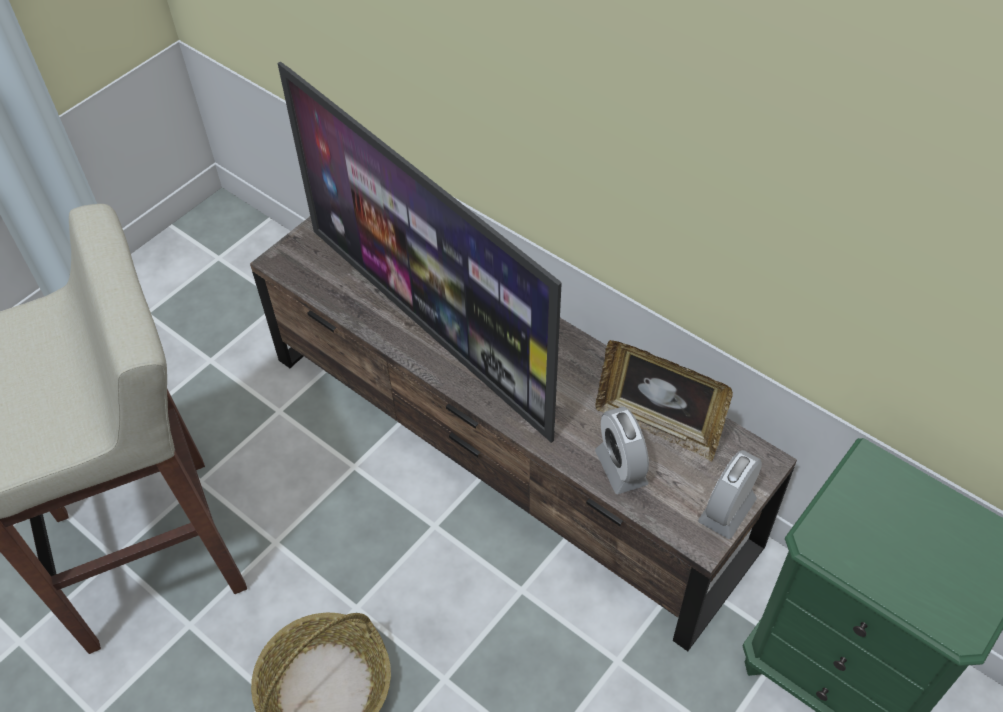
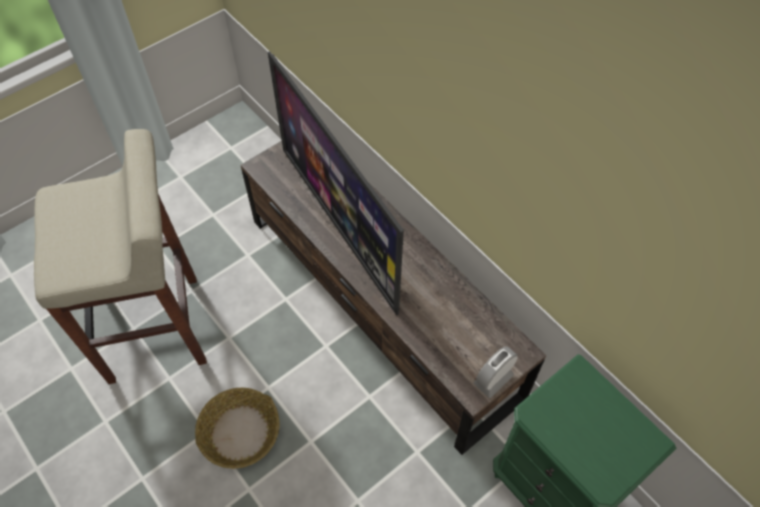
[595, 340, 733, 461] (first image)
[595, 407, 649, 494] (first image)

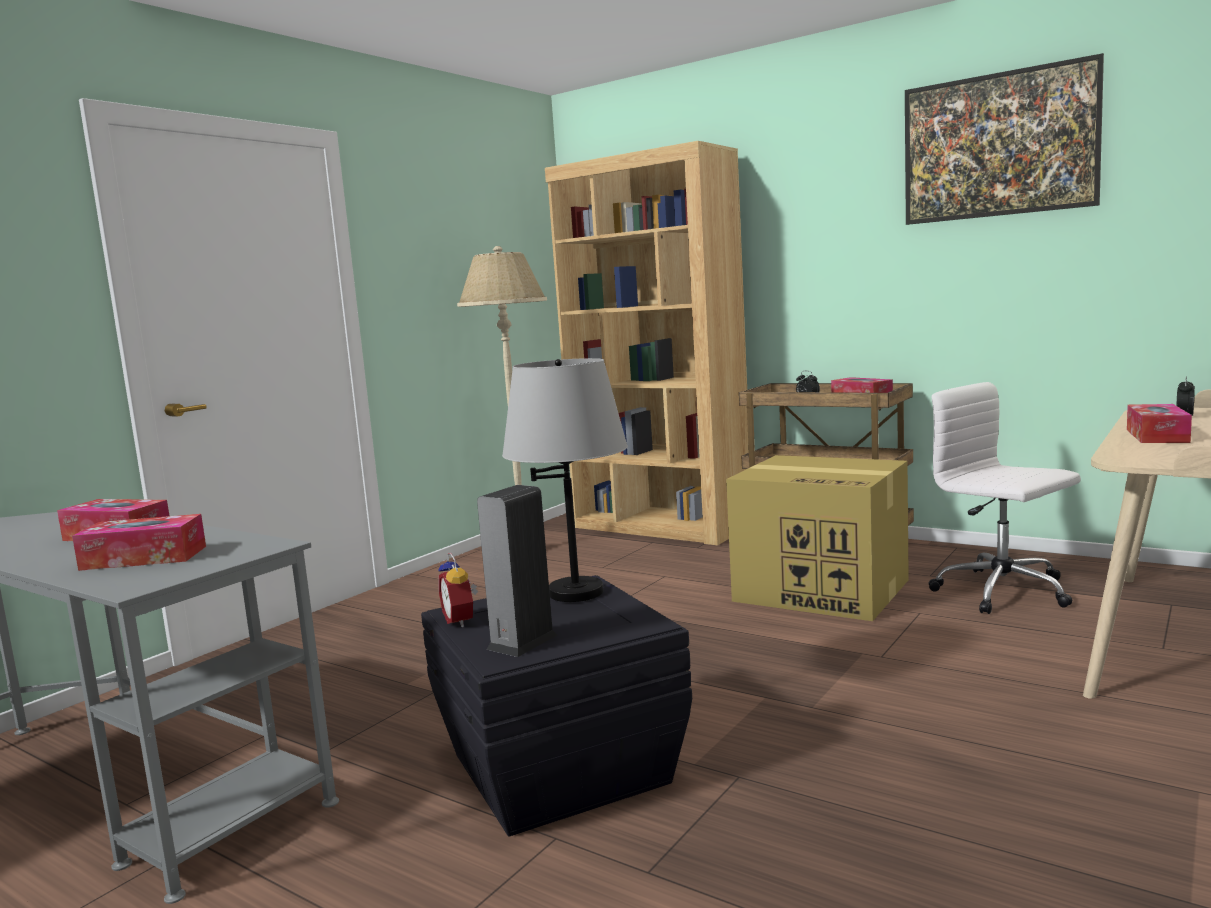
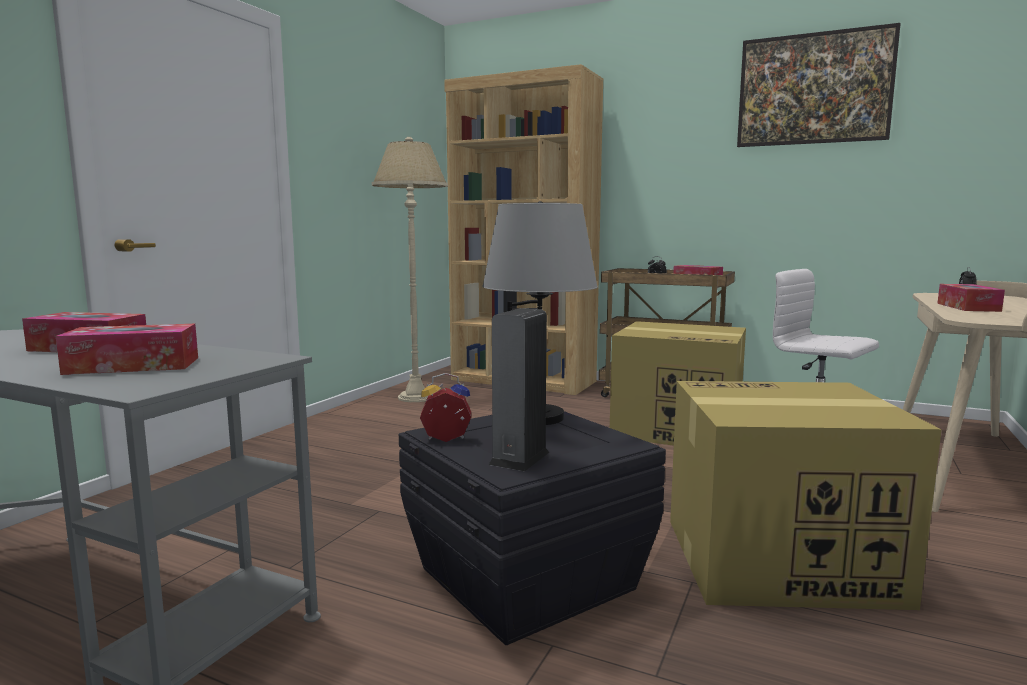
[420, 373, 471, 442]
[670, 381, 942, 610]

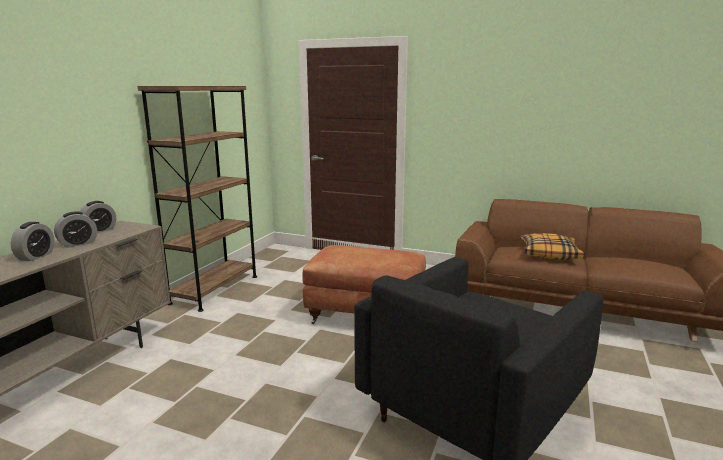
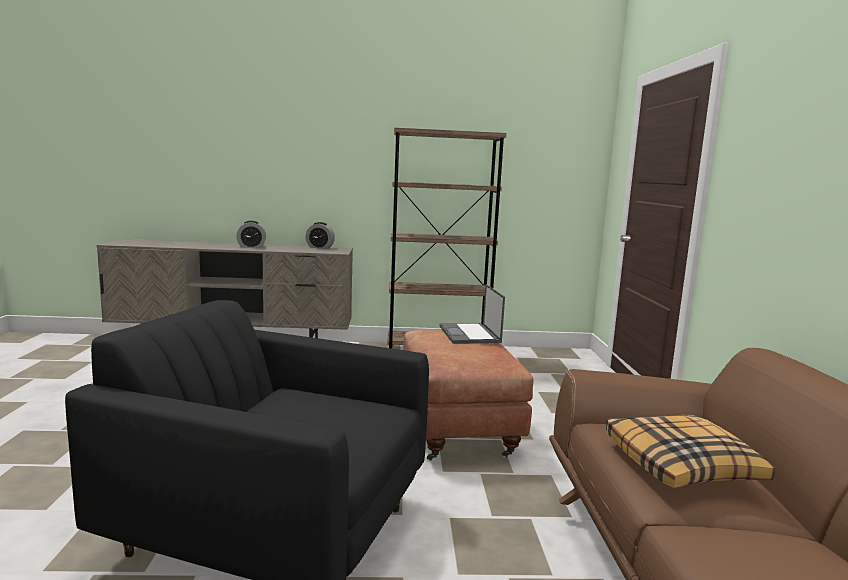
[54, 211, 97, 248] (first image)
[439, 284, 505, 344]

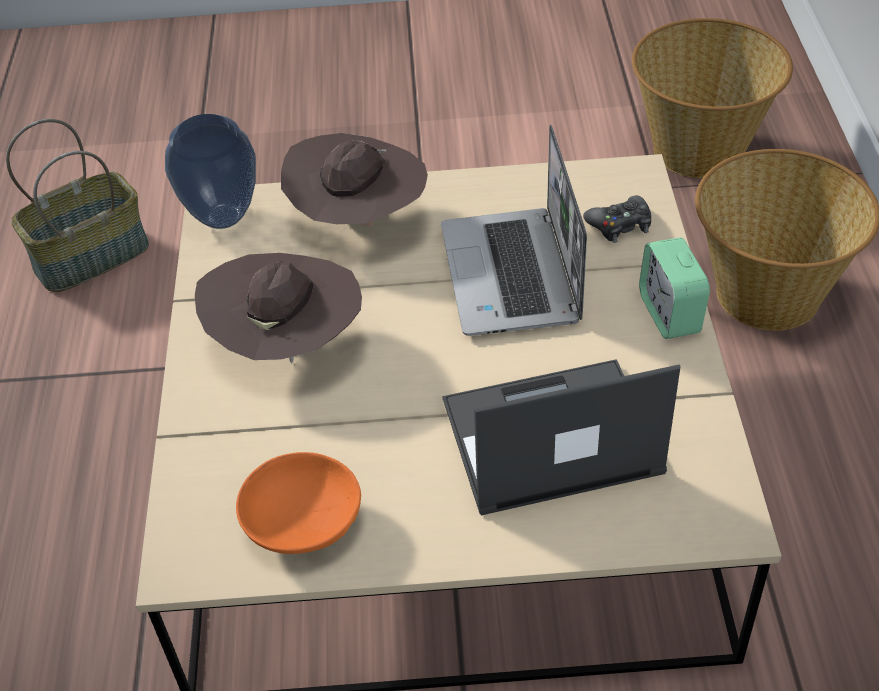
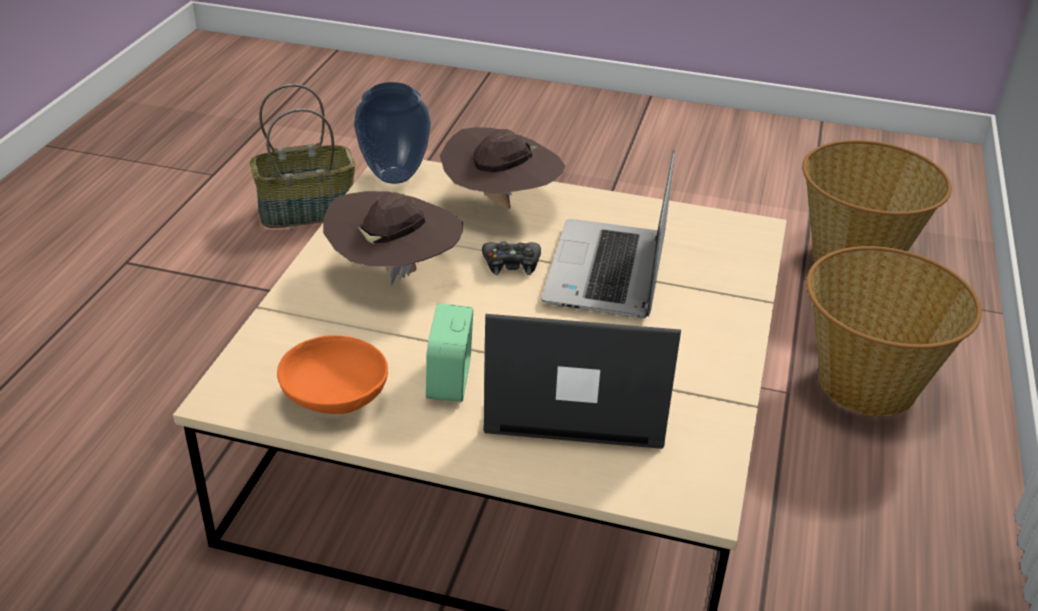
[482, 241, 541, 275]
[426, 304, 473, 402]

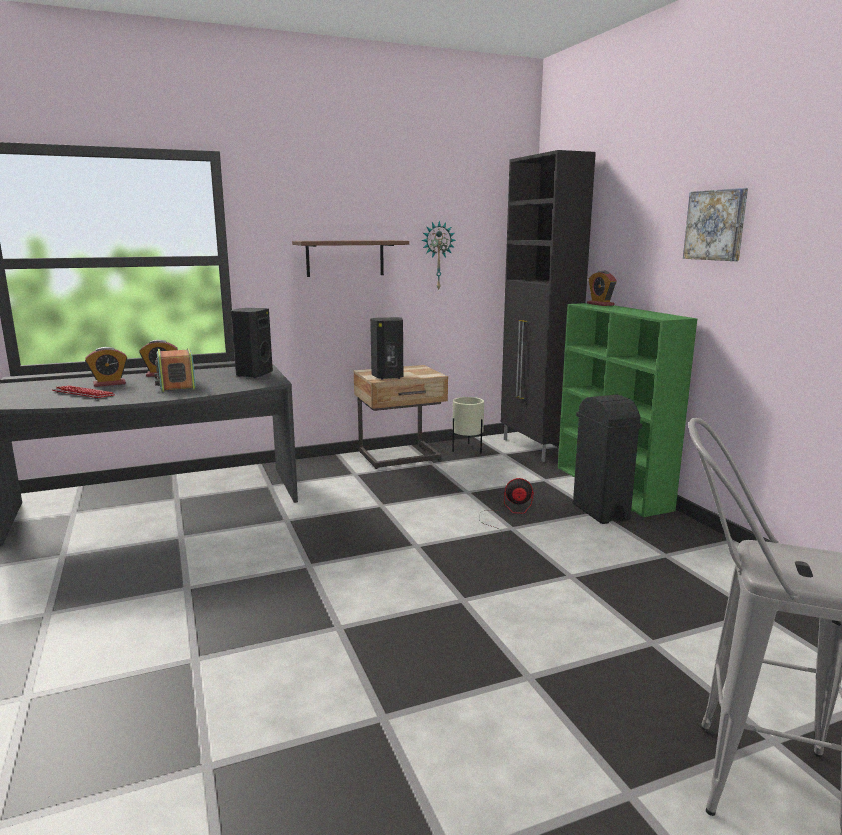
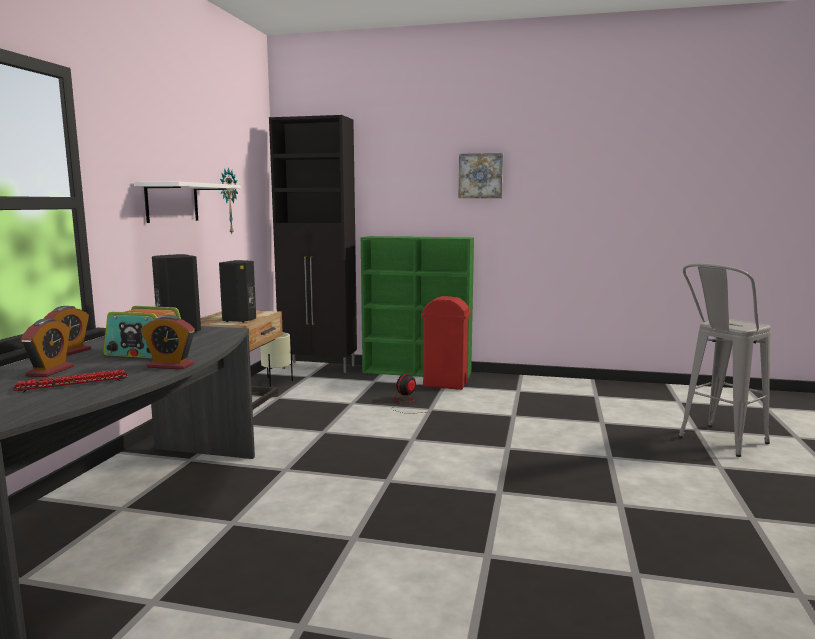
[134, 182, 241, 223]
[421, 296, 471, 390]
[141, 315, 195, 369]

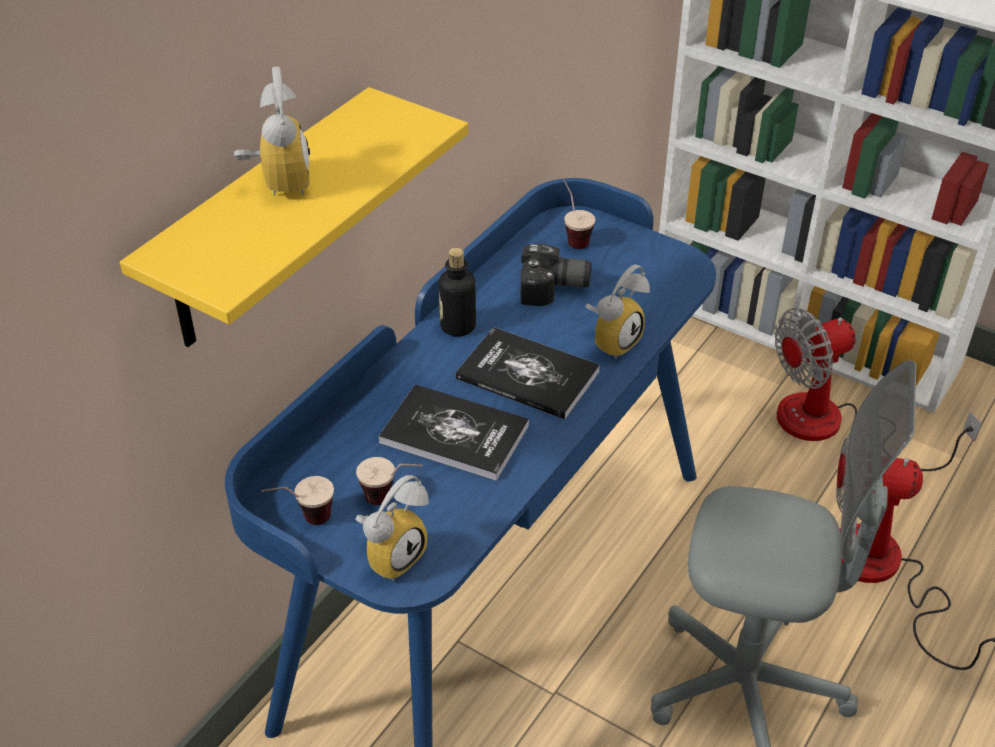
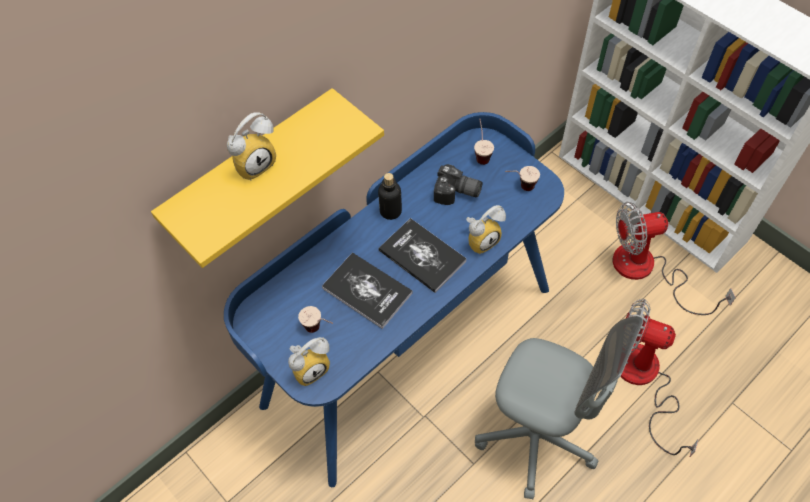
[227, 112, 276, 181]
[505, 166, 540, 191]

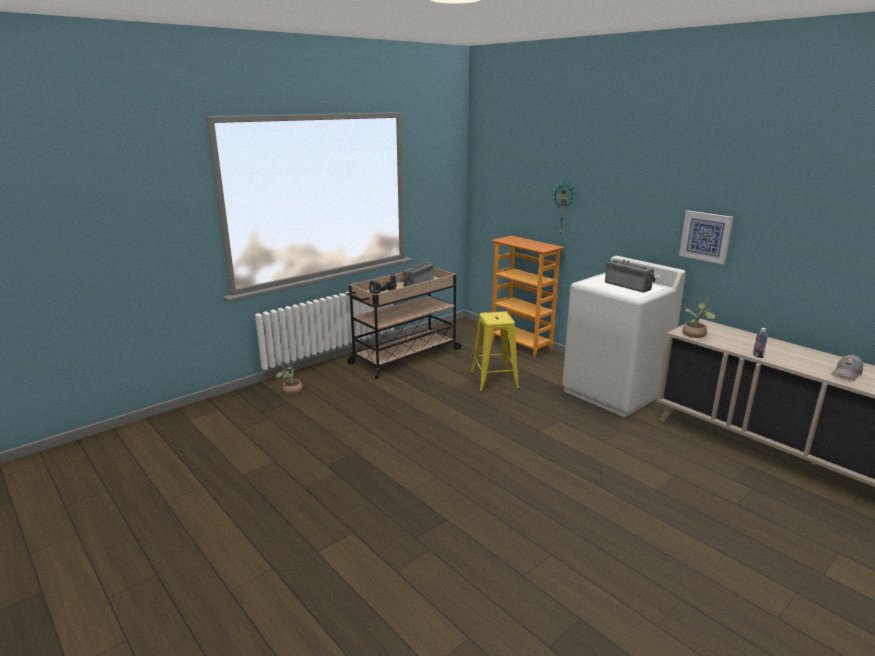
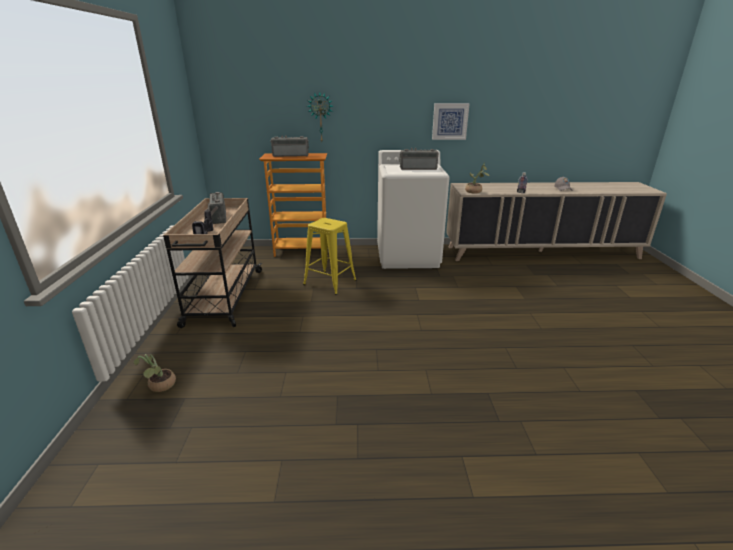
[271, 135, 309, 157]

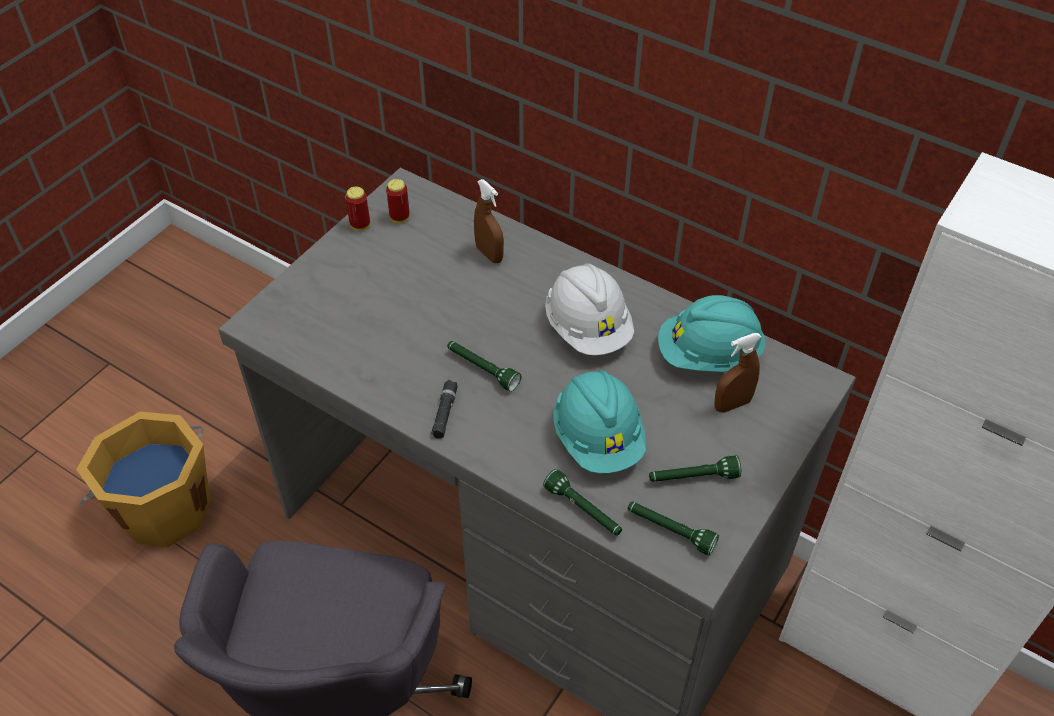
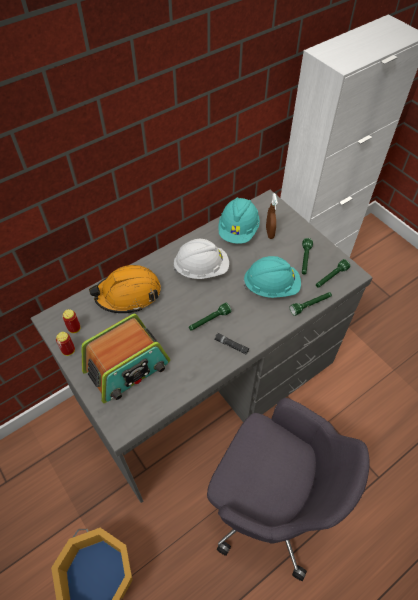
[89, 265, 161, 313]
[81, 314, 170, 403]

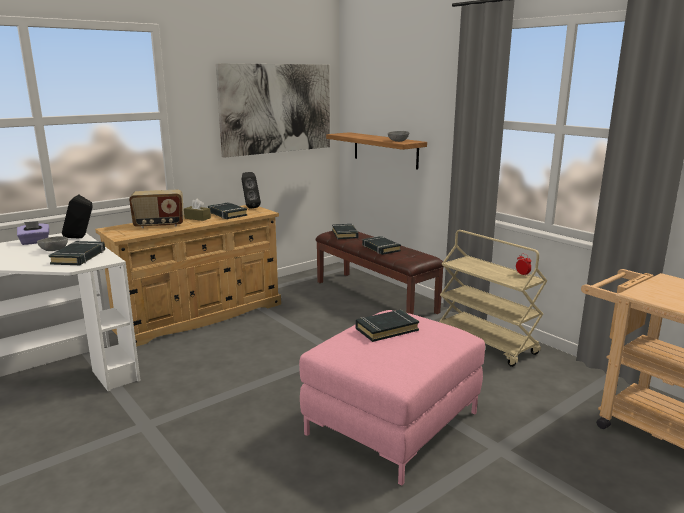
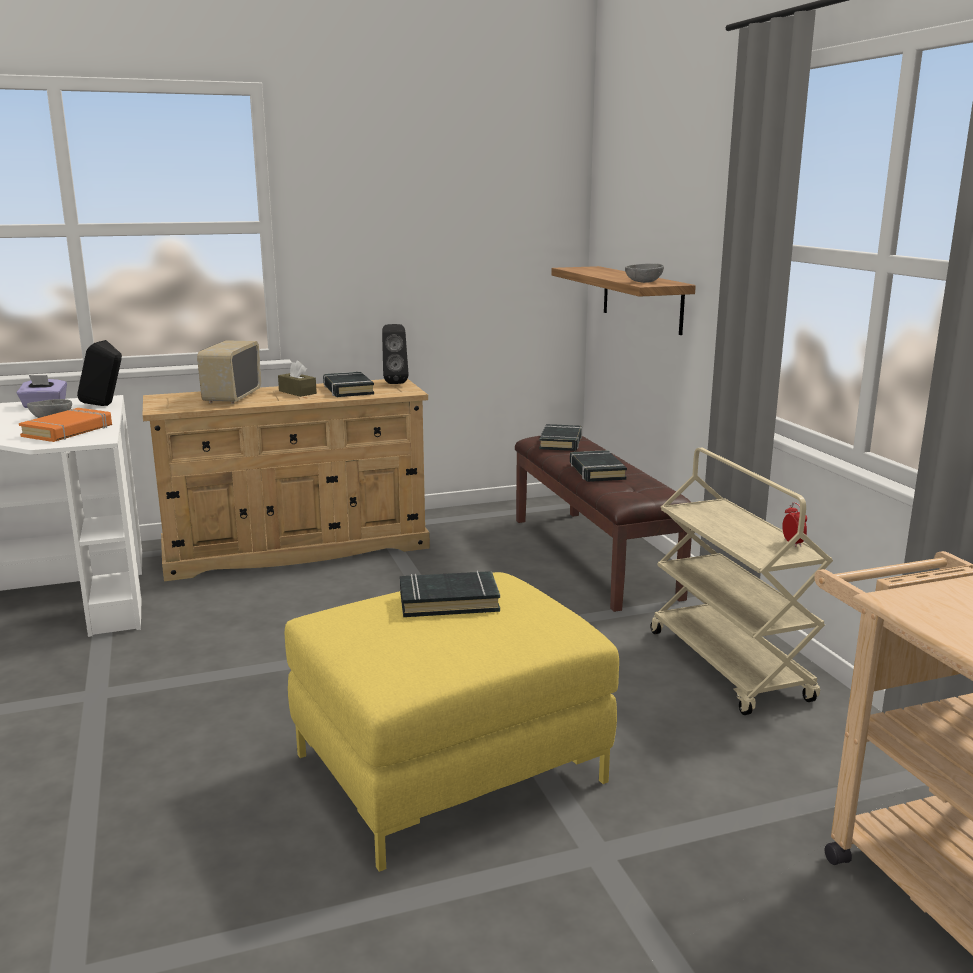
[19, 408, 112, 442]
[197, 340, 261, 404]
[216, 63, 330, 158] (first image)
[285, 572, 619, 872]

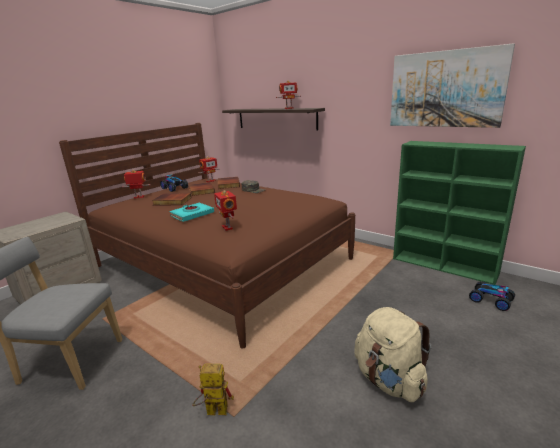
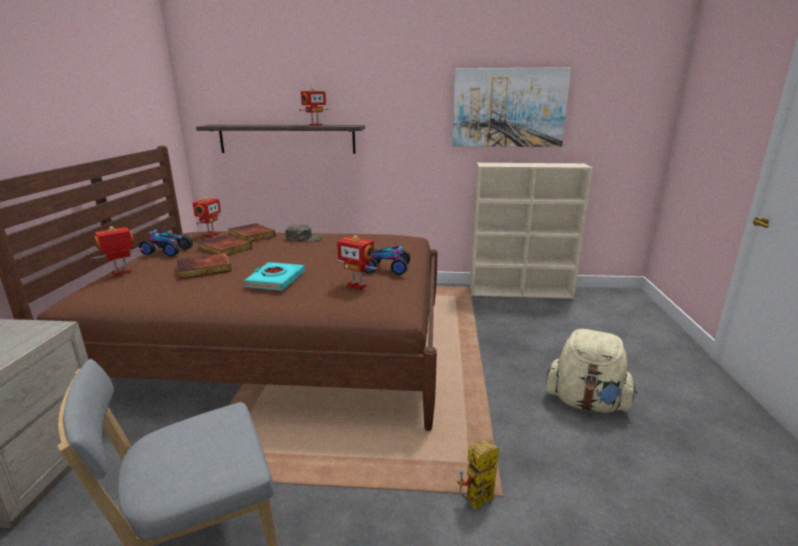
[470, 163, 593, 299]
[364, 246, 411, 275]

